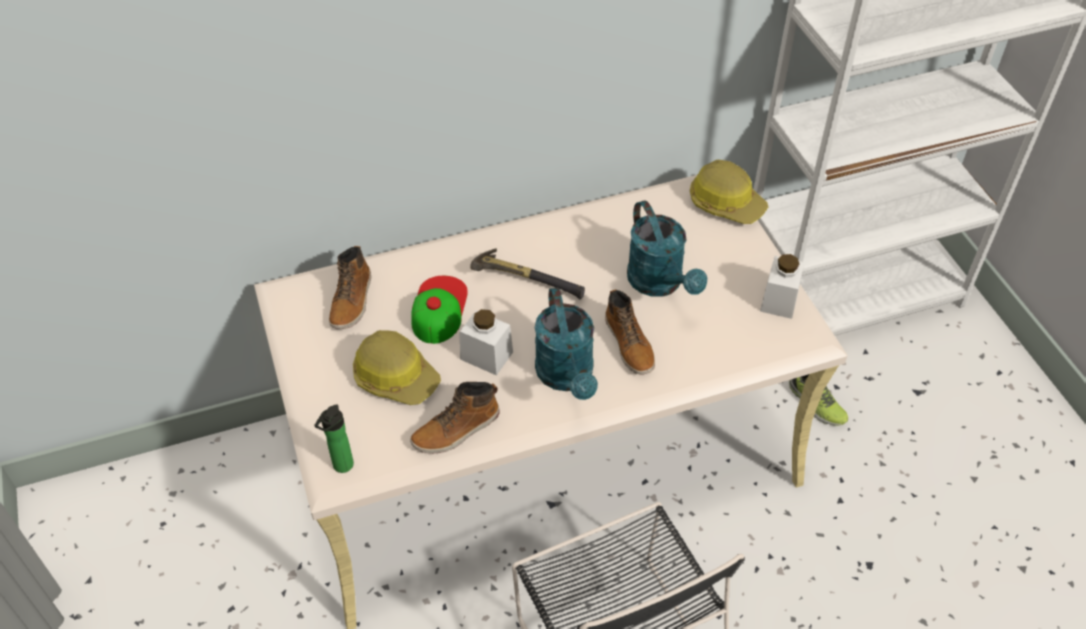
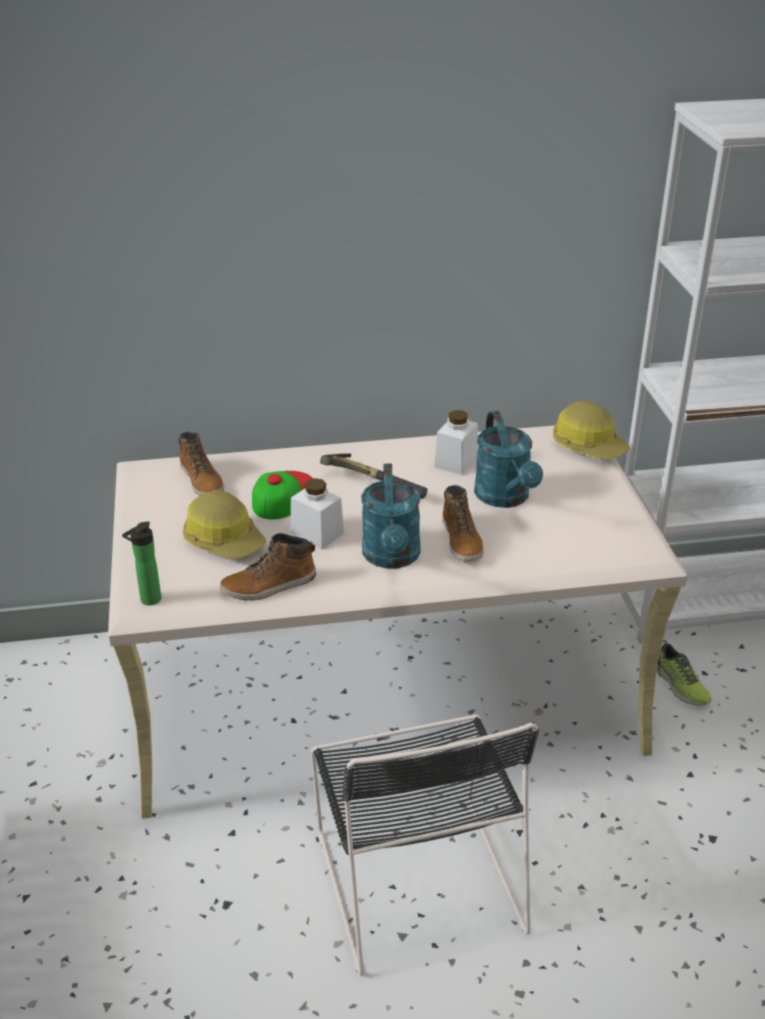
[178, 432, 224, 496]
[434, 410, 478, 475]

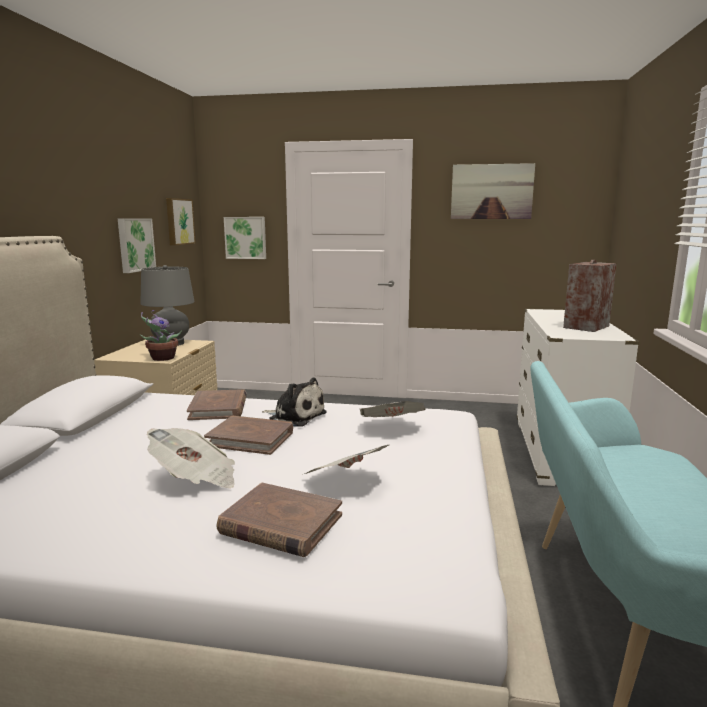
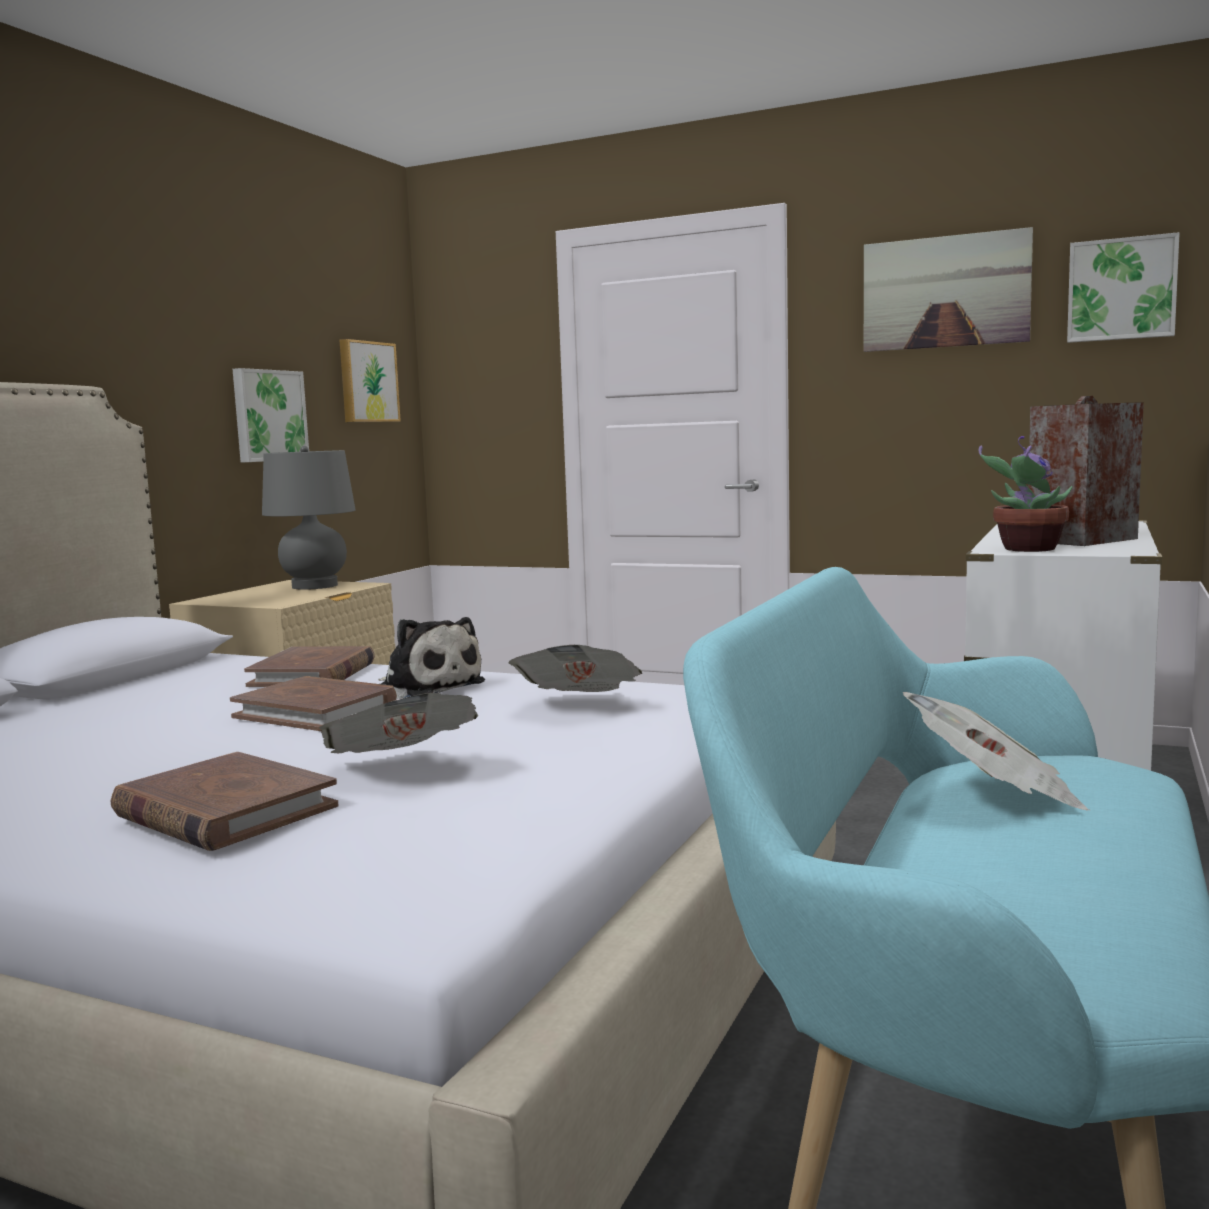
[978, 436, 1073, 552]
[902, 692, 1089, 810]
[1067, 232, 1180, 343]

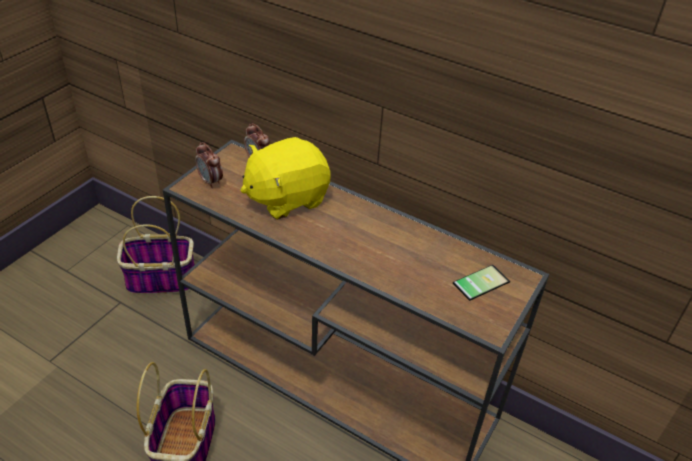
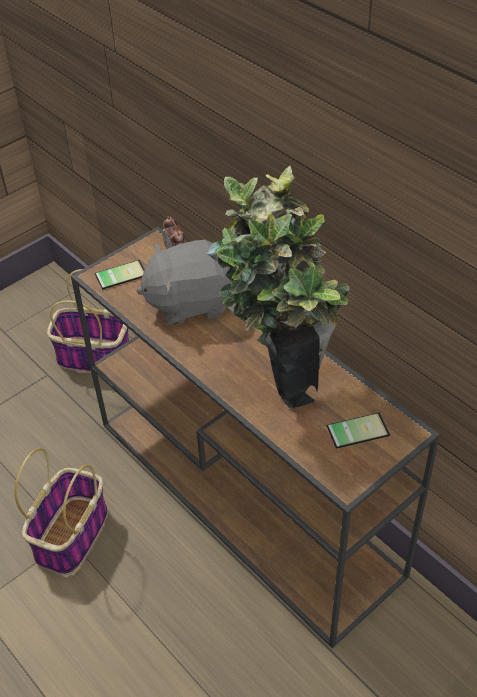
[95, 260, 145, 290]
[136, 240, 232, 326]
[207, 166, 350, 409]

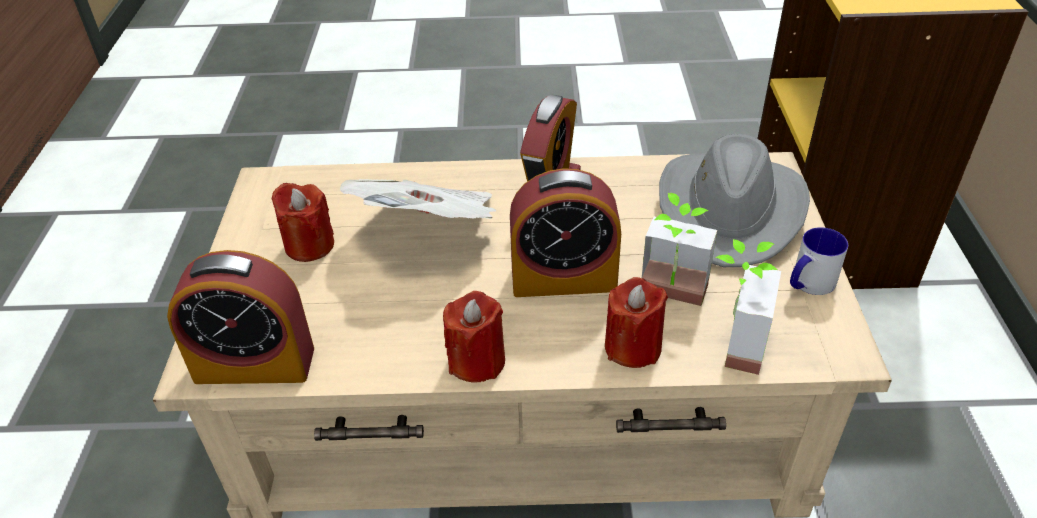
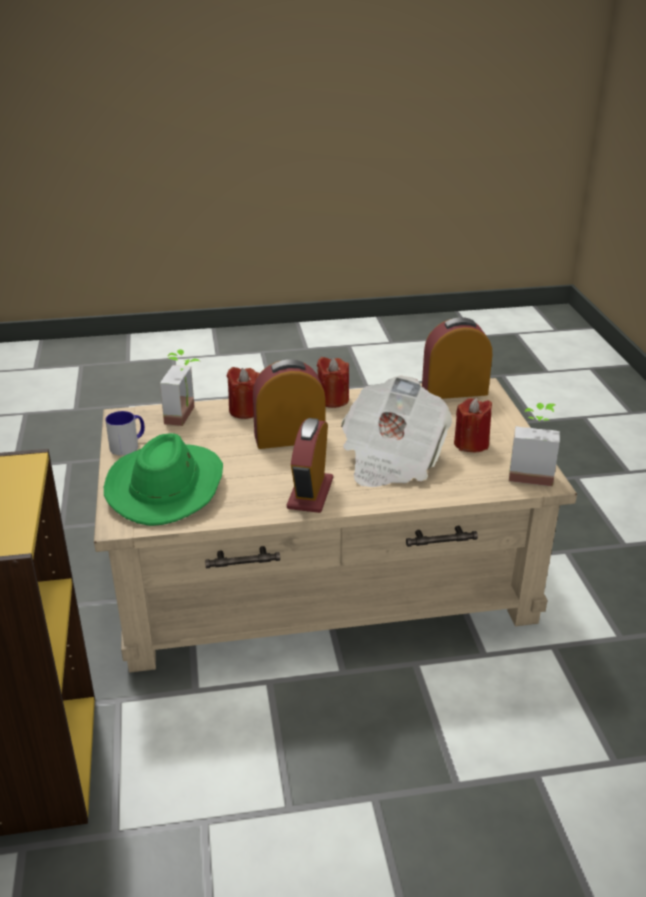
[509, 403, 560, 486]
[104, 433, 223, 526]

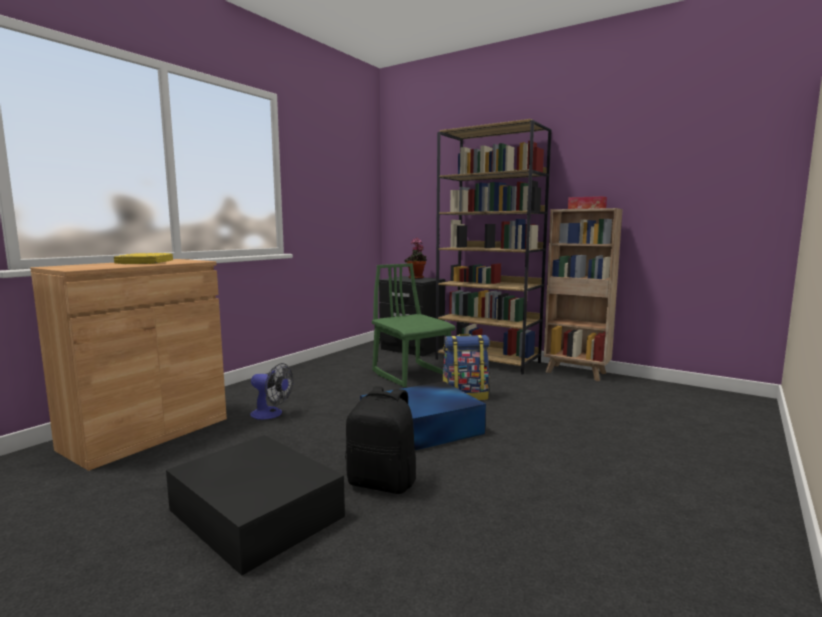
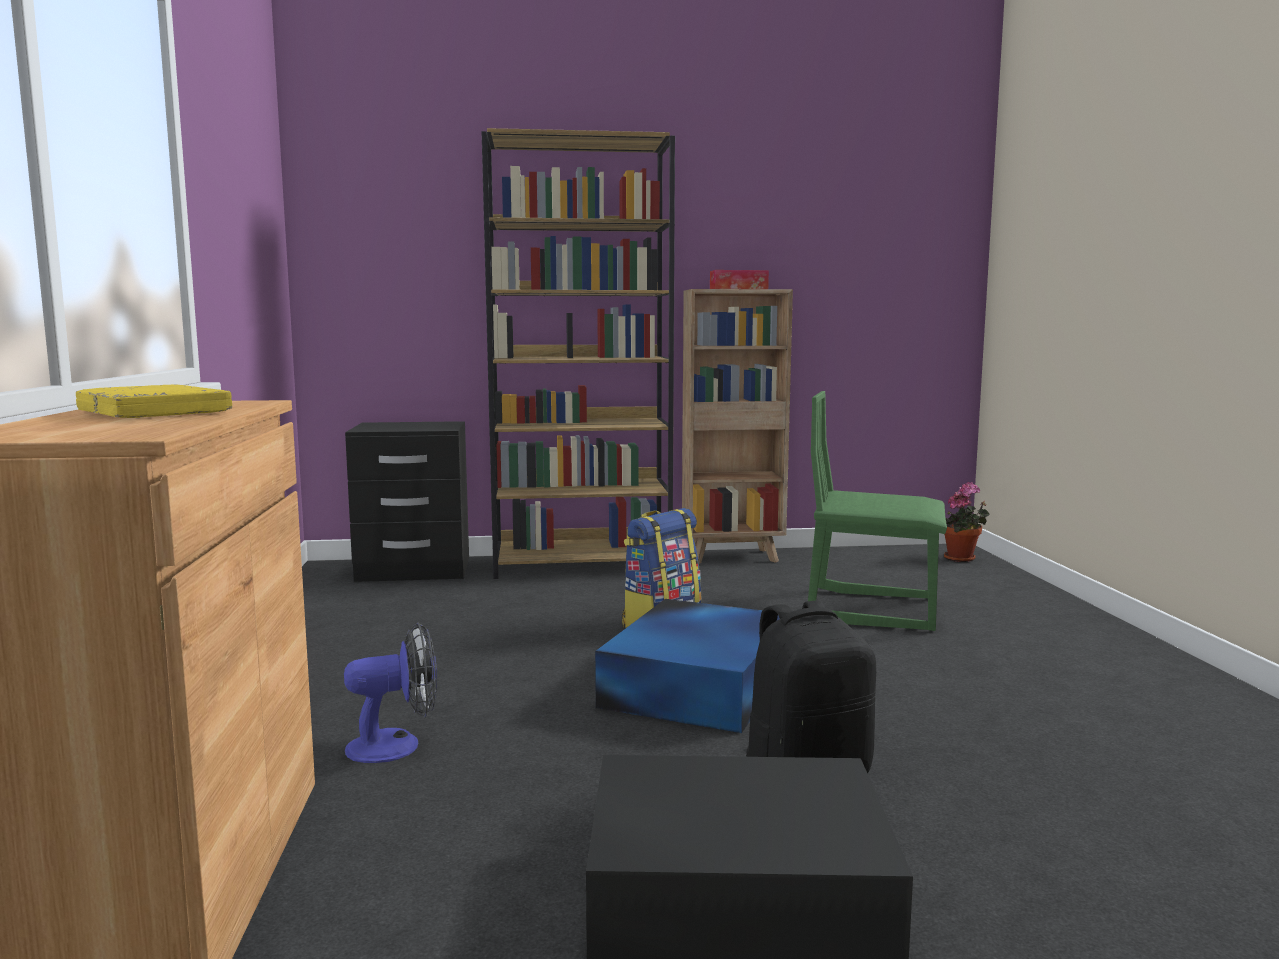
[808, 391, 947, 631]
[944, 482, 989, 562]

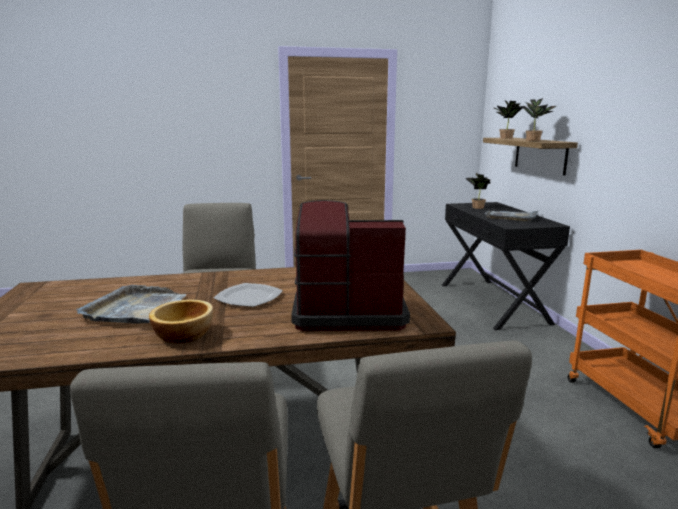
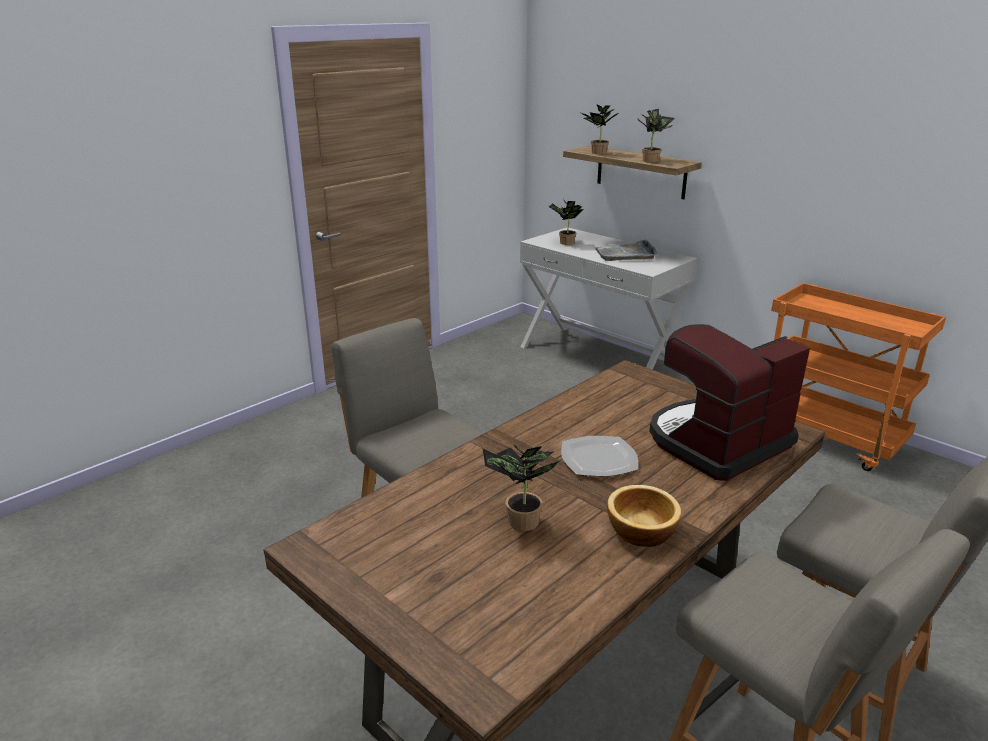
[482, 443, 563, 531]
[520, 228, 697, 370]

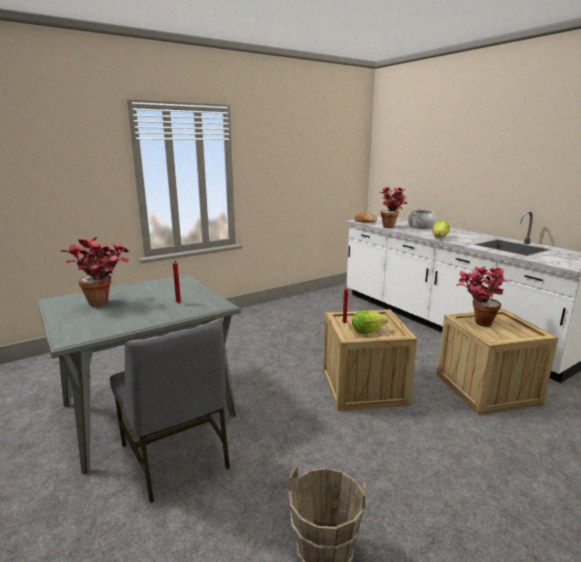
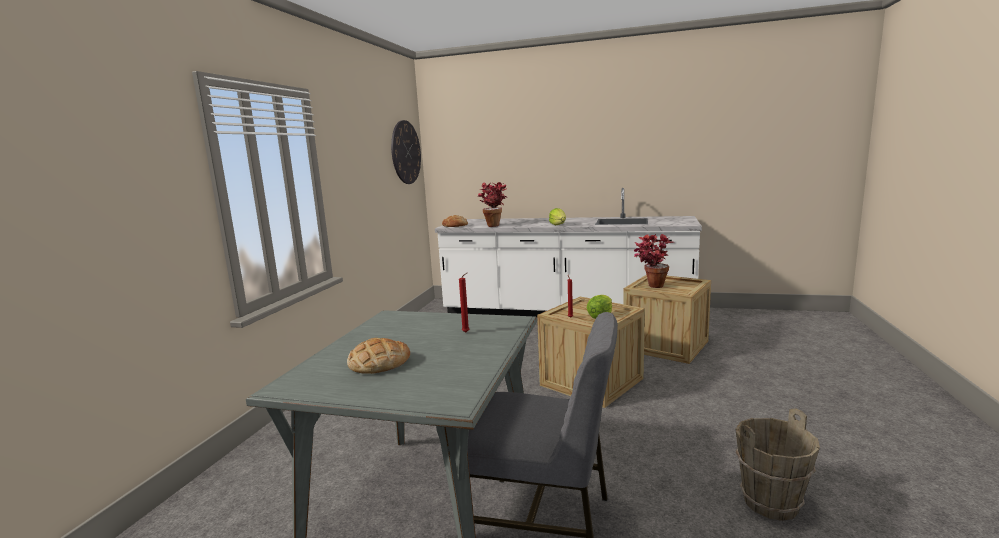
[347, 338, 410, 374]
[408, 209, 436, 229] (first image)
[391, 120, 421, 184]

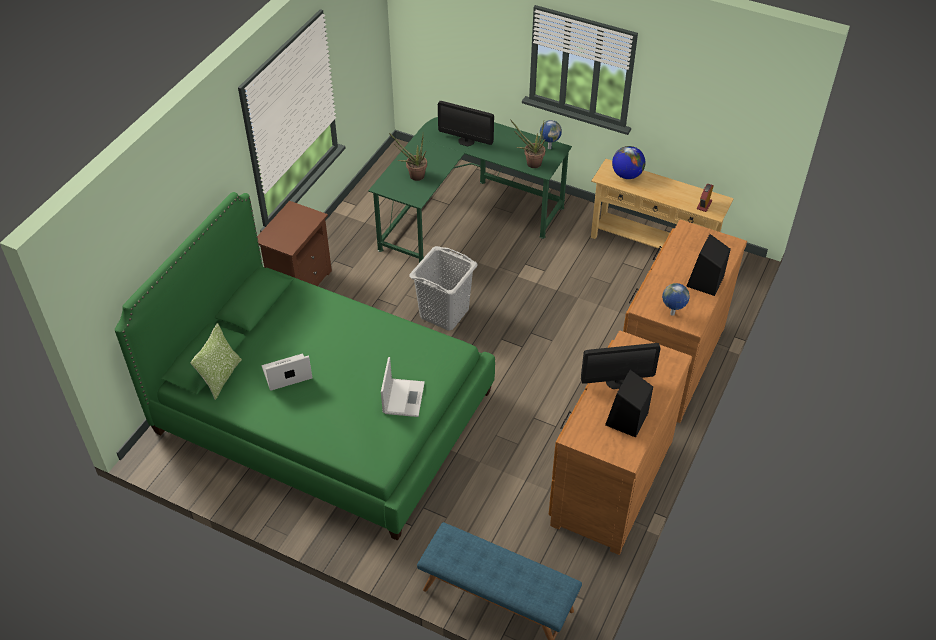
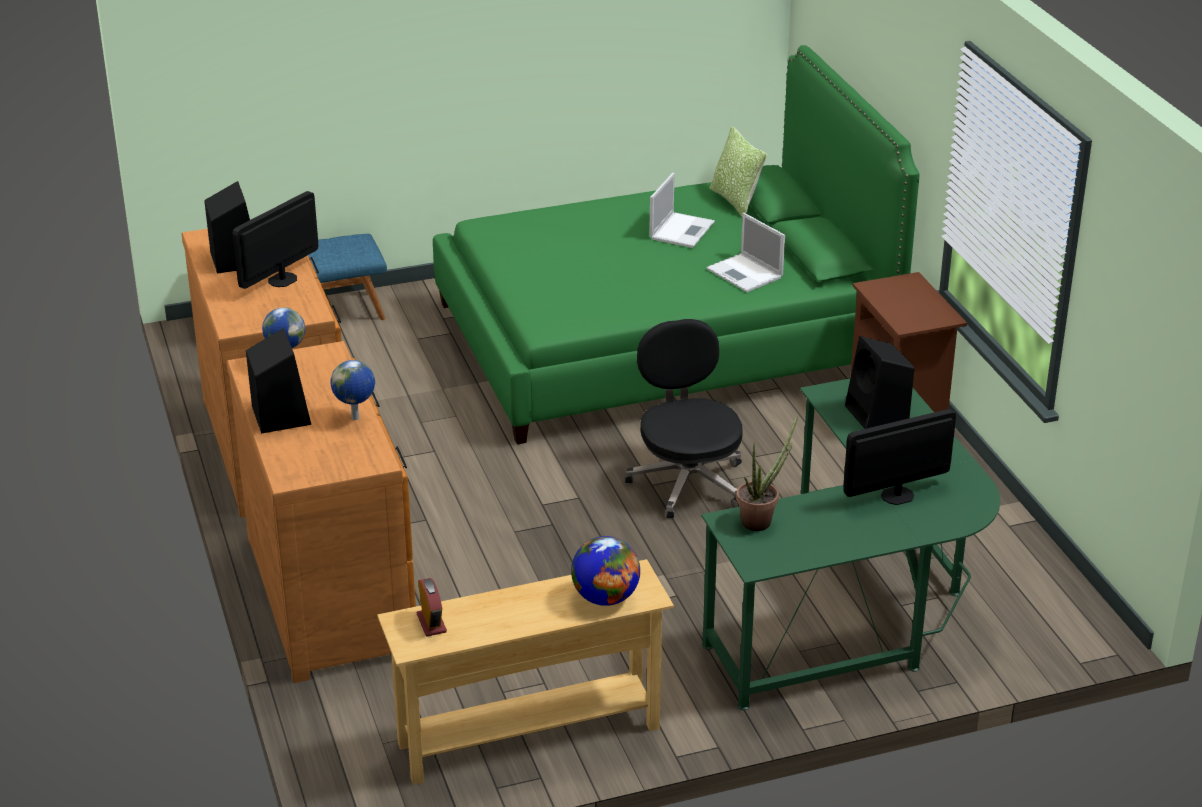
[707, 213, 785, 292]
[845, 336, 914, 429]
[625, 319, 743, 518]
[330, 360, 375, 420]

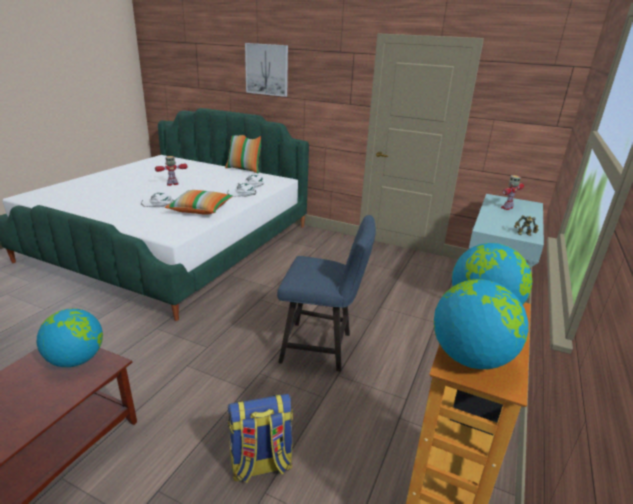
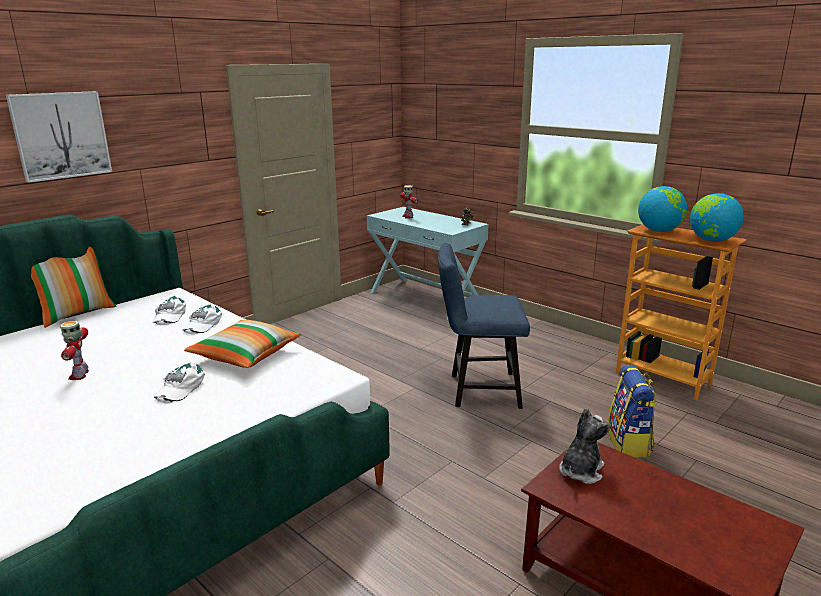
[559, 408, 612, 484]
[438, 243, 530, 409]

